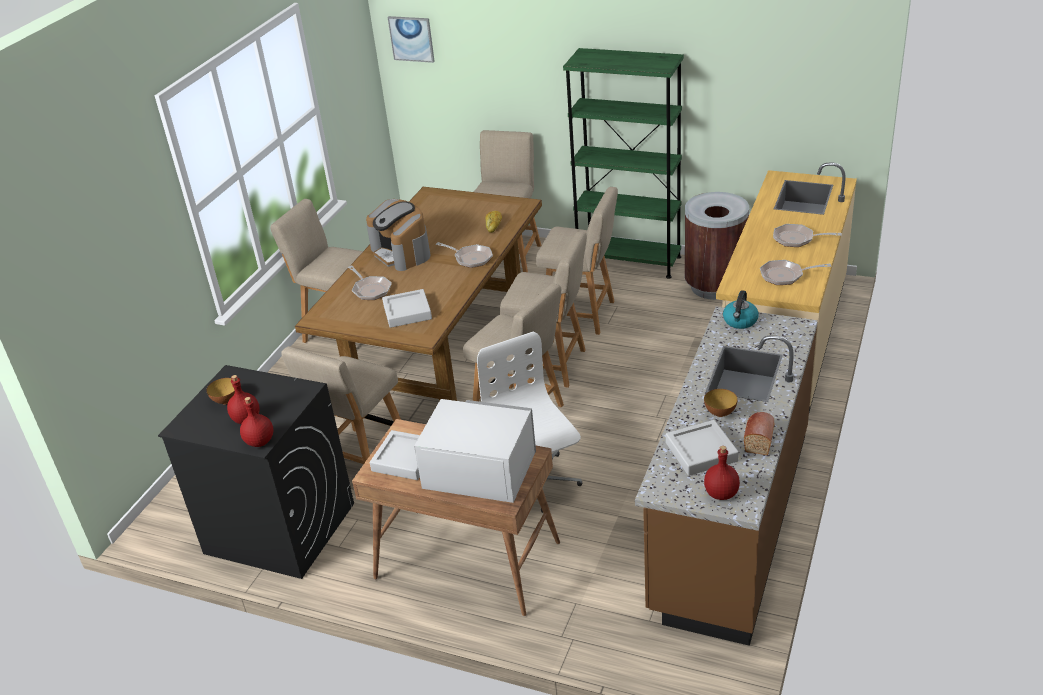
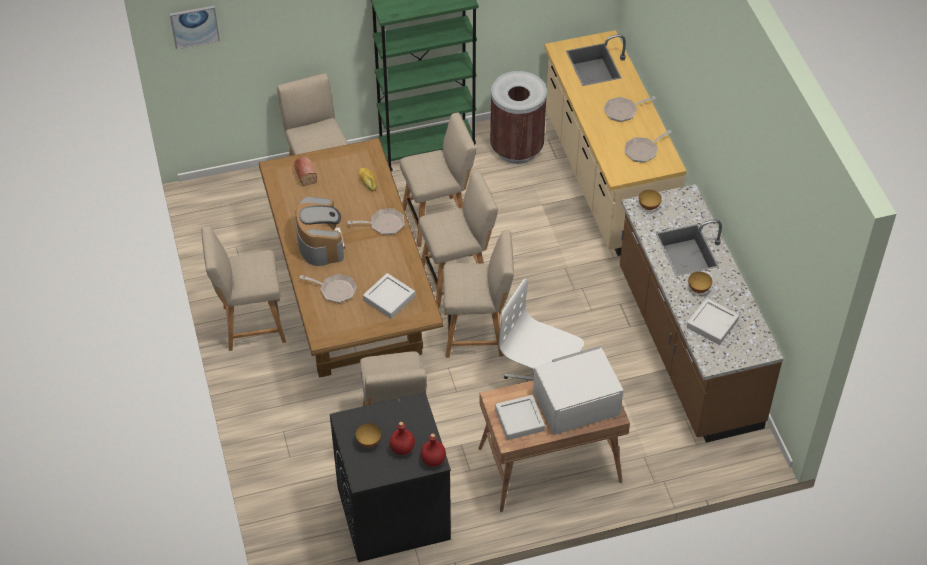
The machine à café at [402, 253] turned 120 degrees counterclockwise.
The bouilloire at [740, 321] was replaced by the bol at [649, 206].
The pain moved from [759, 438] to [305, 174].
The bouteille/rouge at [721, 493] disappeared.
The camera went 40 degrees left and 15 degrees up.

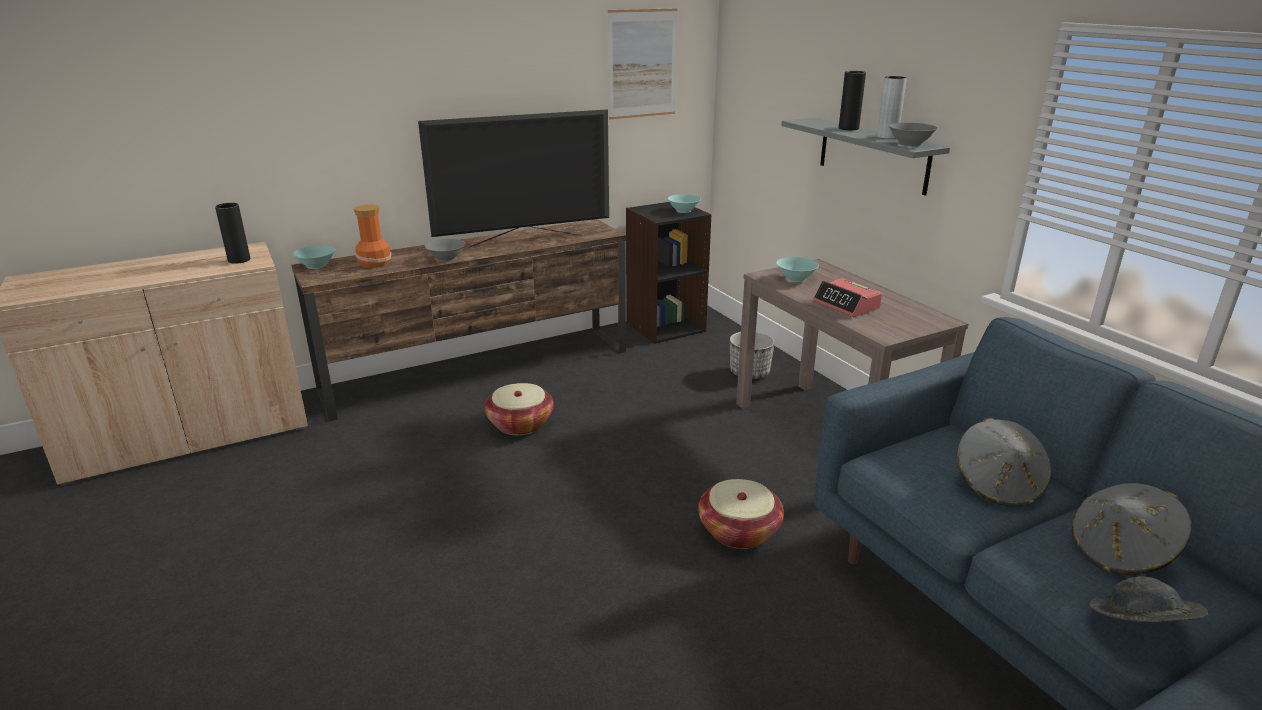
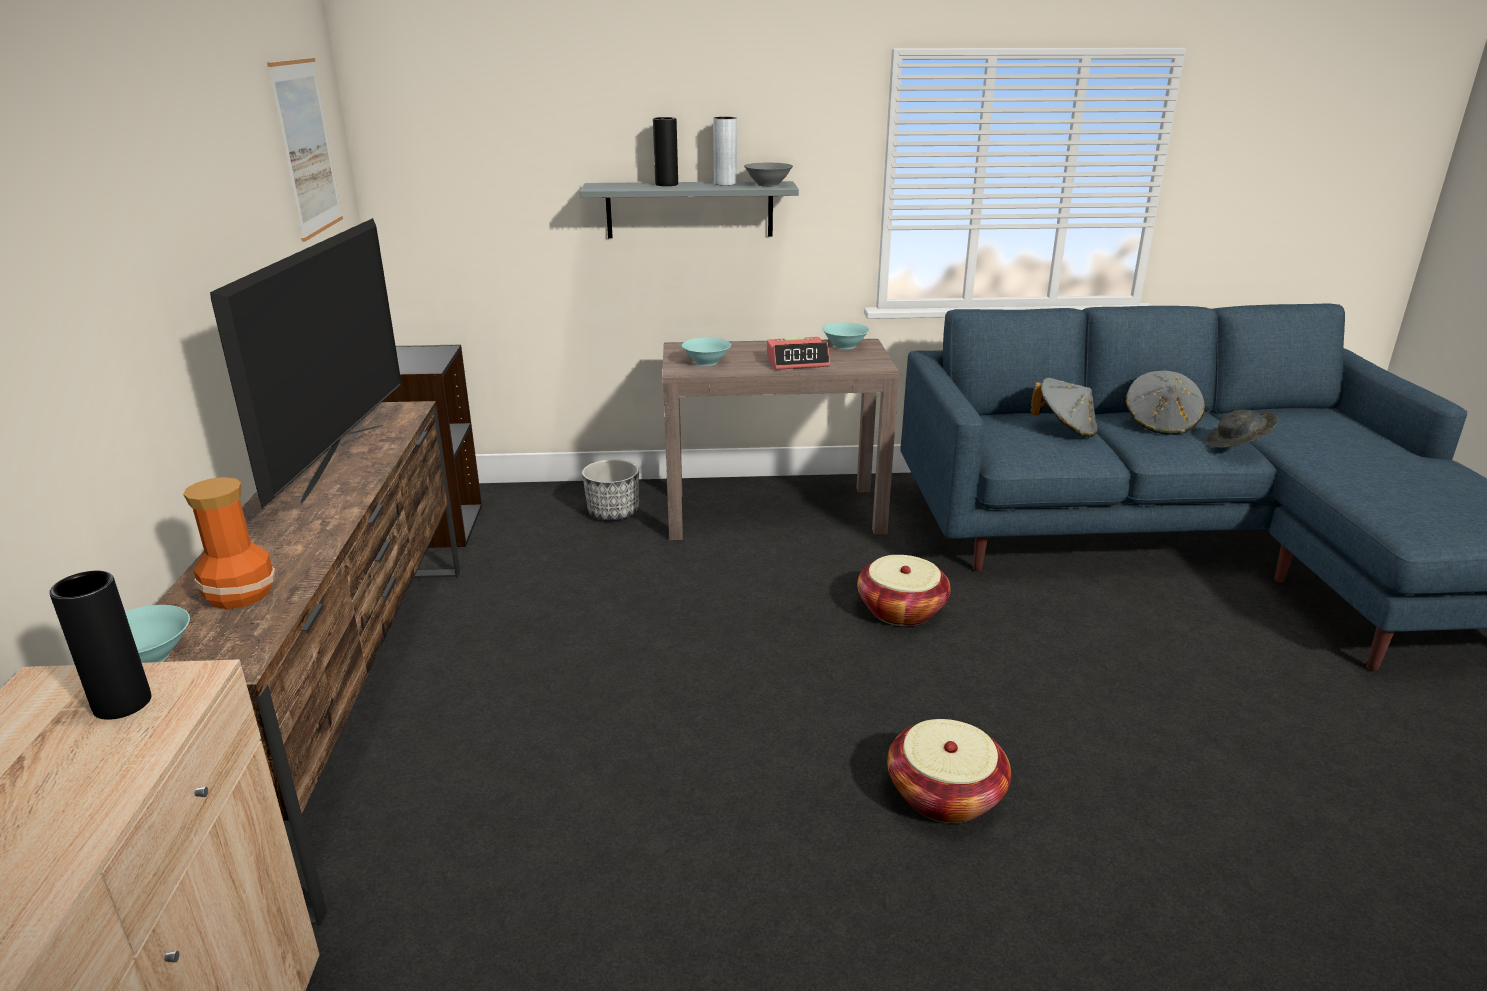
The bol/turquoise moved from [683, 211] to [845, 346].
The bol/gris at [446, 259] disappeared.
The panier moved from [520, 424] to [945, 794].
The camera went 65 degrees left and 0 degrees up.

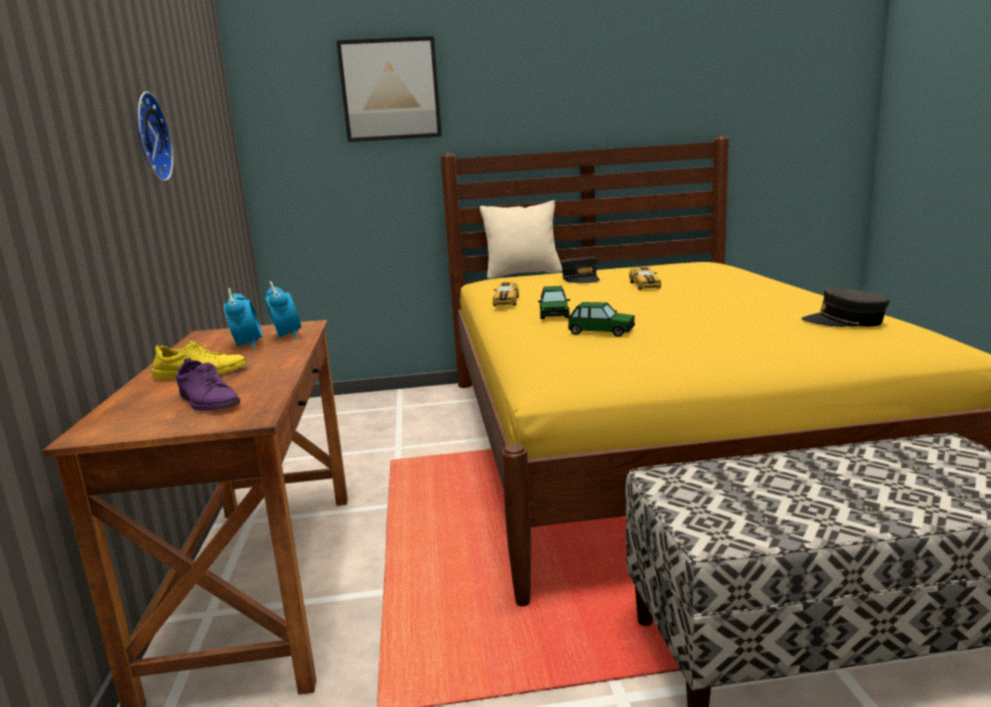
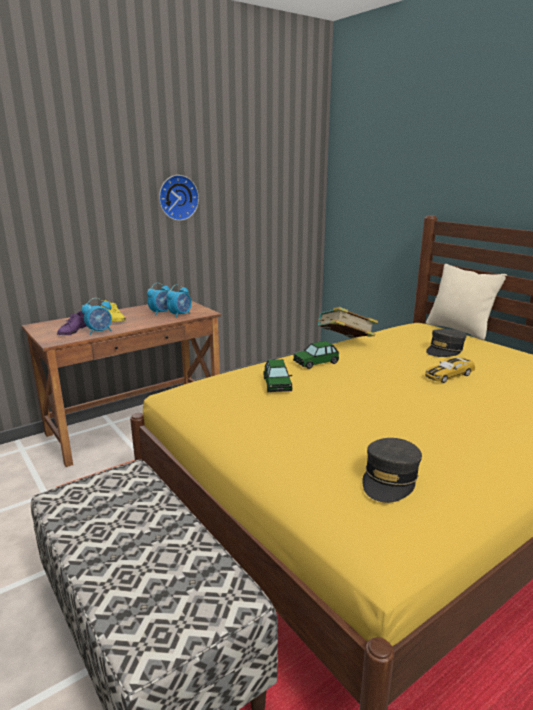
The tableau at [390, 90] disappeared.
The petite voiture at [506, 301] was replaced by the livre at [344, 343].
The casquette/gris at [845, 322] turned 150 degrees counterclockwise.
The réveil at [100, 332] appeared.
The camera went 60 degrees right and 5 degrees up.

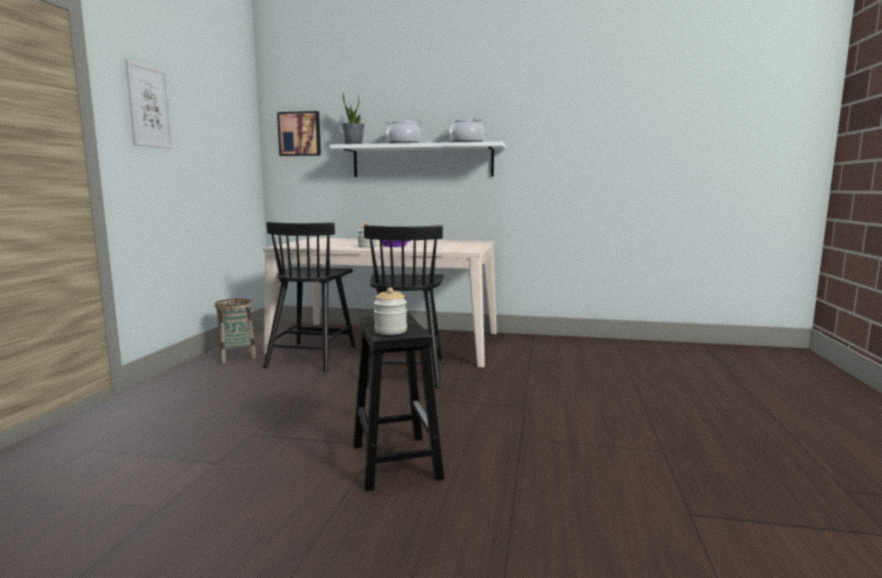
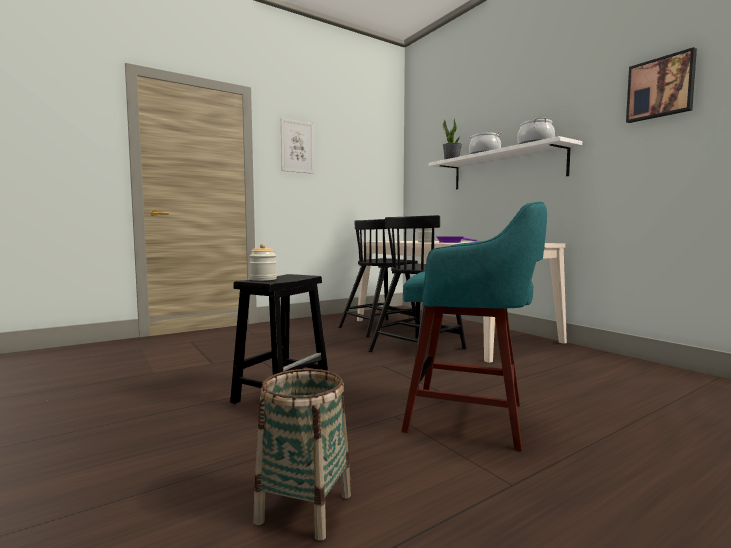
The tableau moved from [300, 134] to [660, 88].
The panier moved from [237, 357] to [304, 508].
The tabouret/turquoise at [470, 418] appeared.
The camera went 45 degrees right and 5 degrees down.

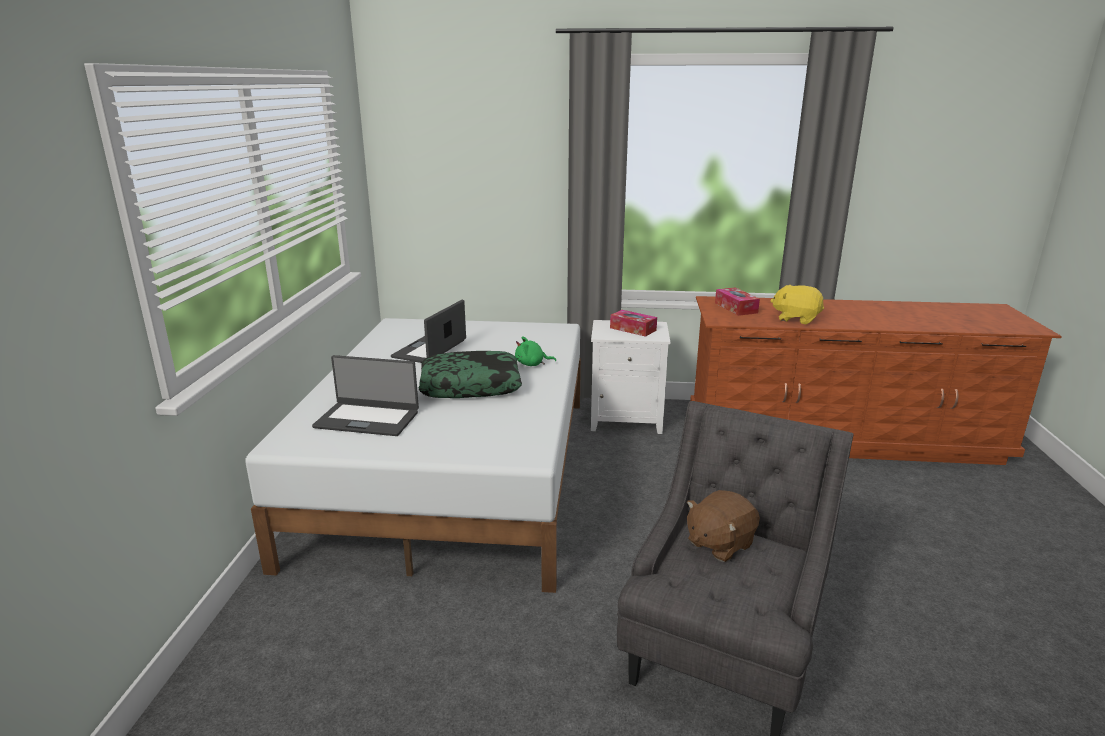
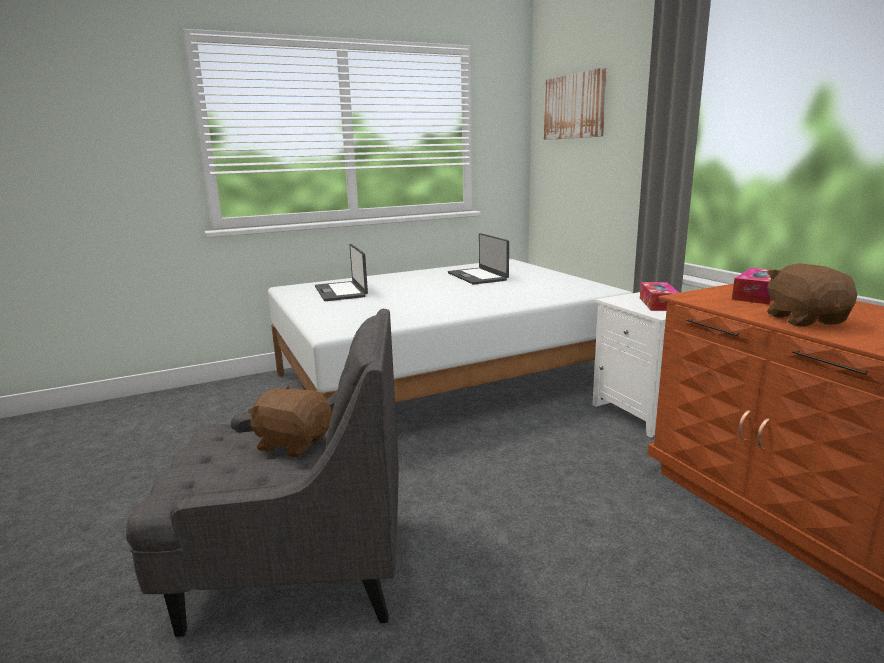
The peluche/jaune at [796, 319] became the peluche/marron at [805, 320].
The ordinateur portable at [430, 349] turned 105 degrees counterclockwise.
The peluche/vert at [532, 364] disappeared.
The coussin at [471, 385] disappeared.
The tableau at [574, 106] appeared.
The camera went 60 degrees right and 5 degrees down.

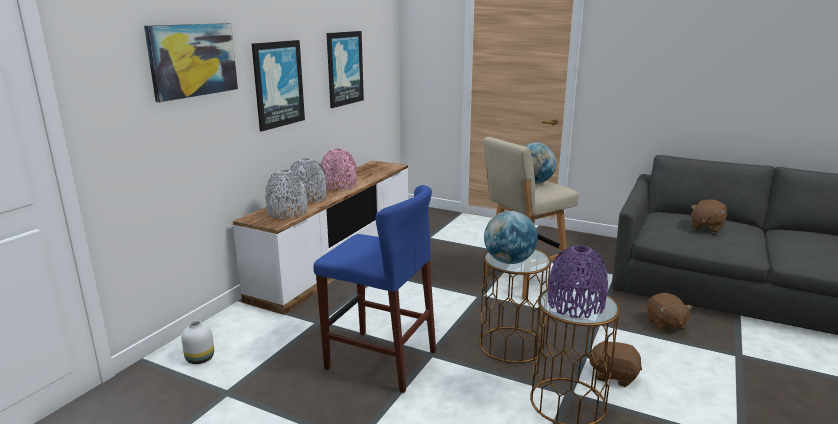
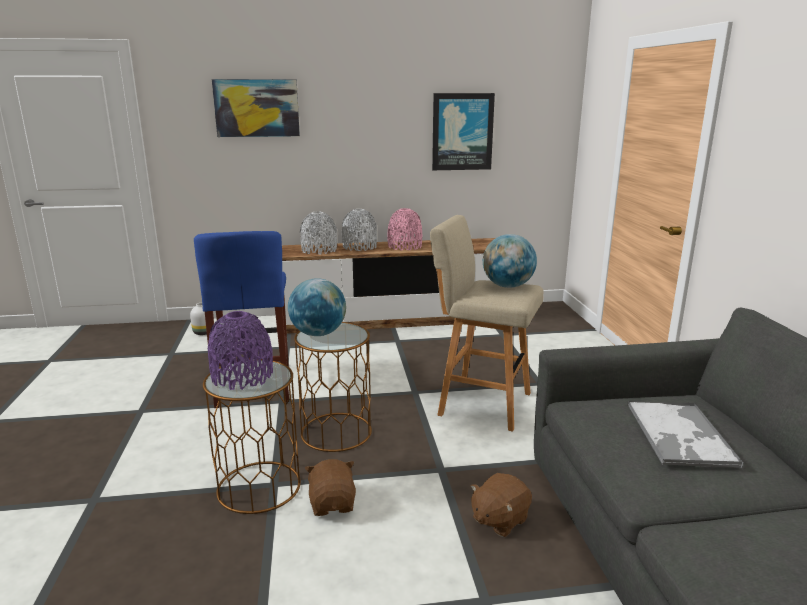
The tableau at [278, 84] disappeared.
The peluche/marron at [706, 227] was replaced by the plateau at [680, 435].
The camera went 55 degrees right and 0 degrees up.

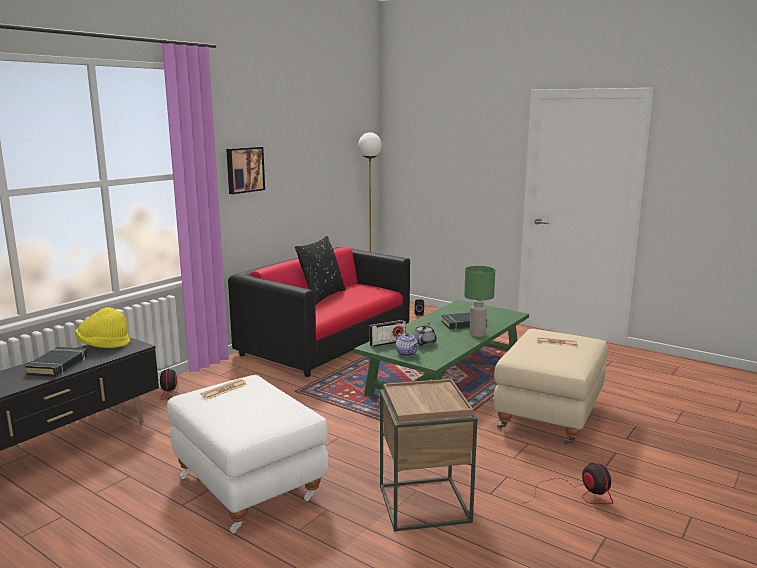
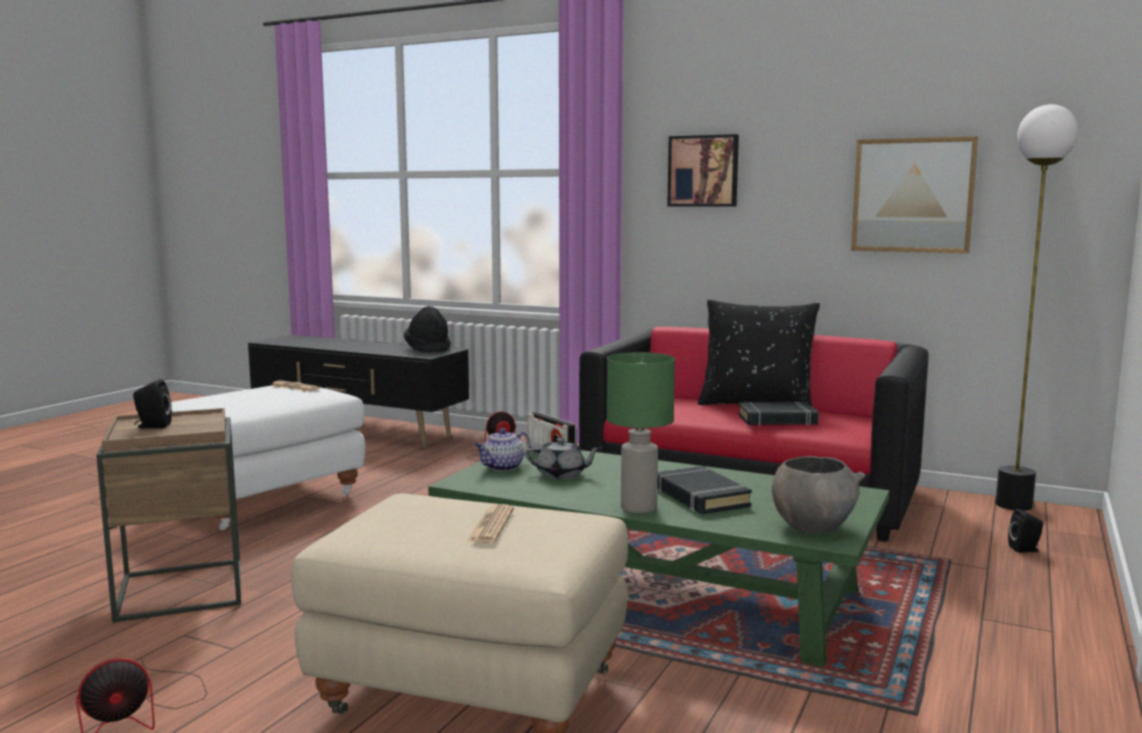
The chapeau/jaune at [103, 345] became the chapeau/noir at [428, 349].
The livre/noir moved from [58, 366] to [777, 420].
The tableau at [913, 195] appeared.
The enceinte/noir at [152, 426] appeared.
The bol/gris at [813, 526] appeared.
The camera went 80 degrees right and 5 degrees down.

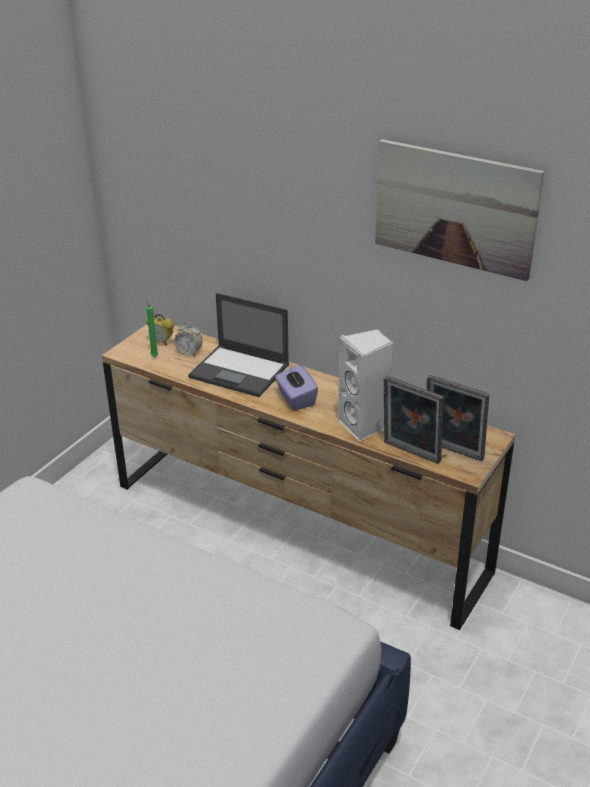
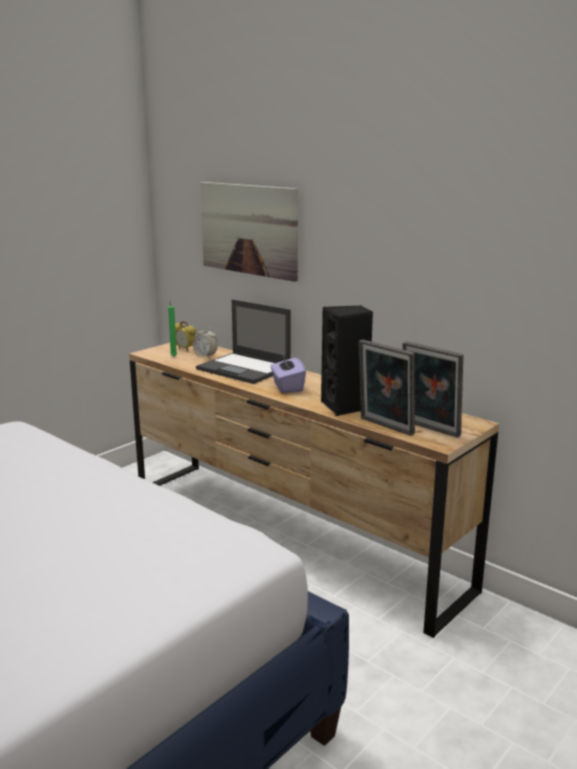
The tableau moved from [455, 208] to [248, 229].
The enceinte/blanc at [364, 426] became the enceinte/noir at [345, 407].
The camera went 10 degrees right and 15 degrees down.

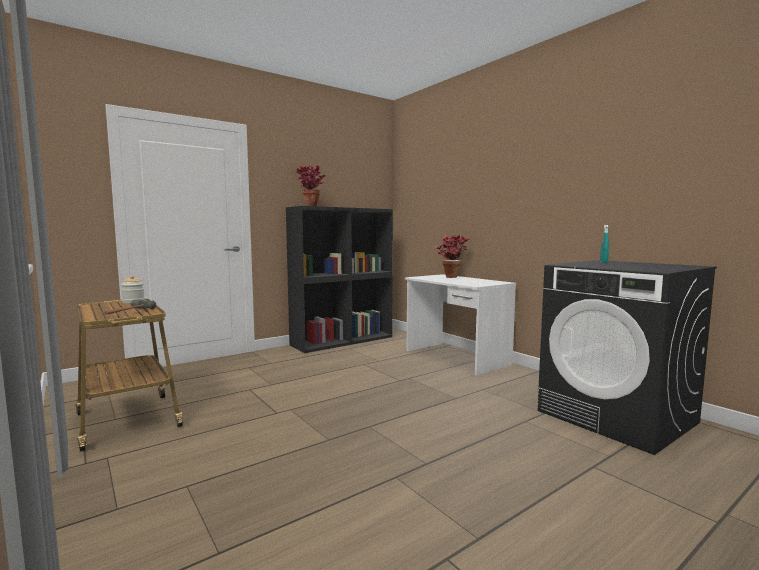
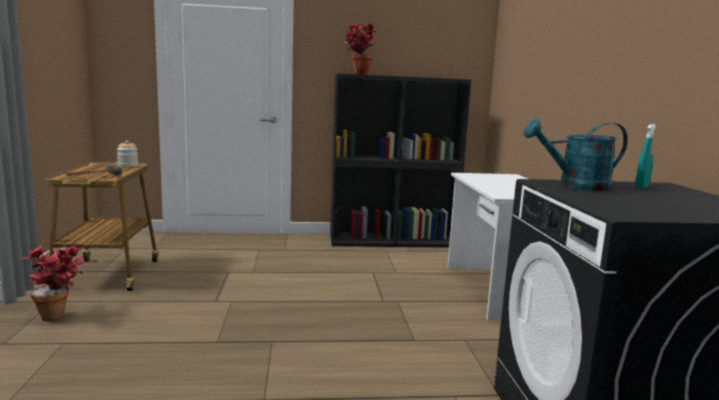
The plante en pot moved from [451, 276] to [61, 315].
The arrosoir/turquoise at [575, 186] appeared.
The camera went 30 degrees right and 5 degrees up.

